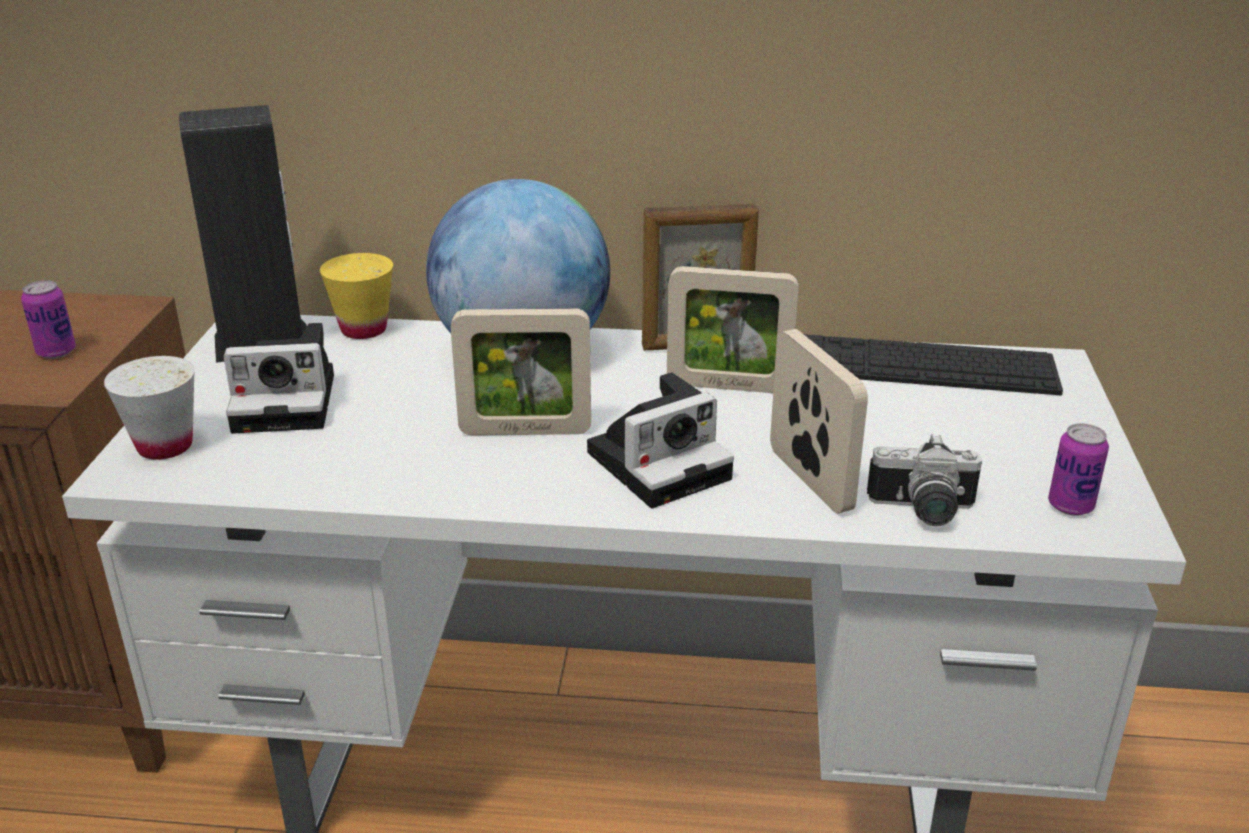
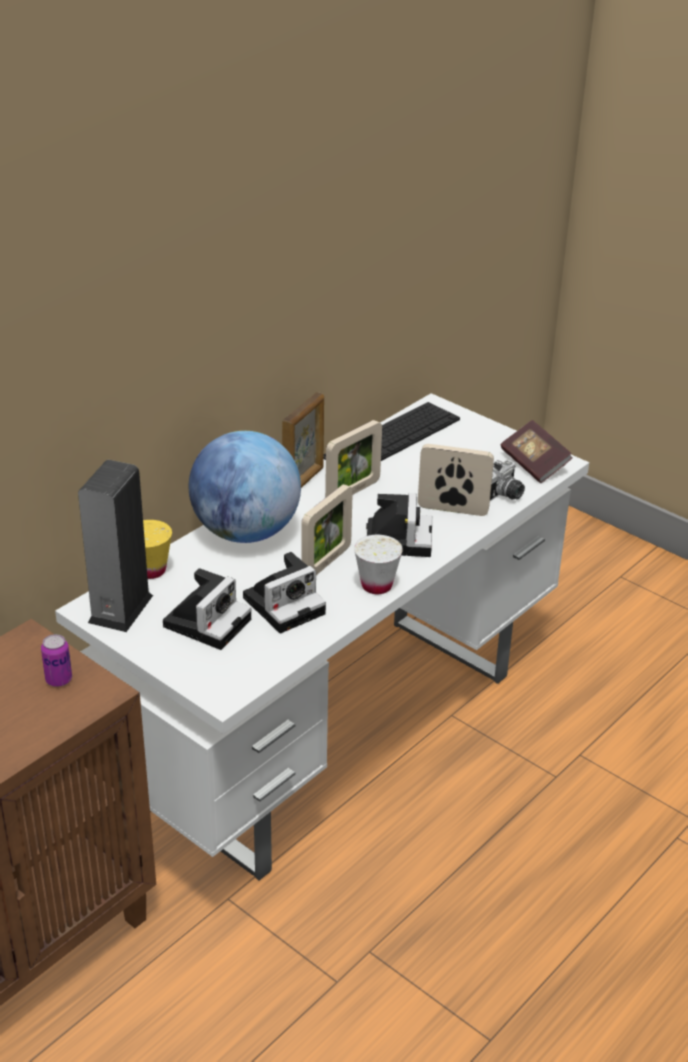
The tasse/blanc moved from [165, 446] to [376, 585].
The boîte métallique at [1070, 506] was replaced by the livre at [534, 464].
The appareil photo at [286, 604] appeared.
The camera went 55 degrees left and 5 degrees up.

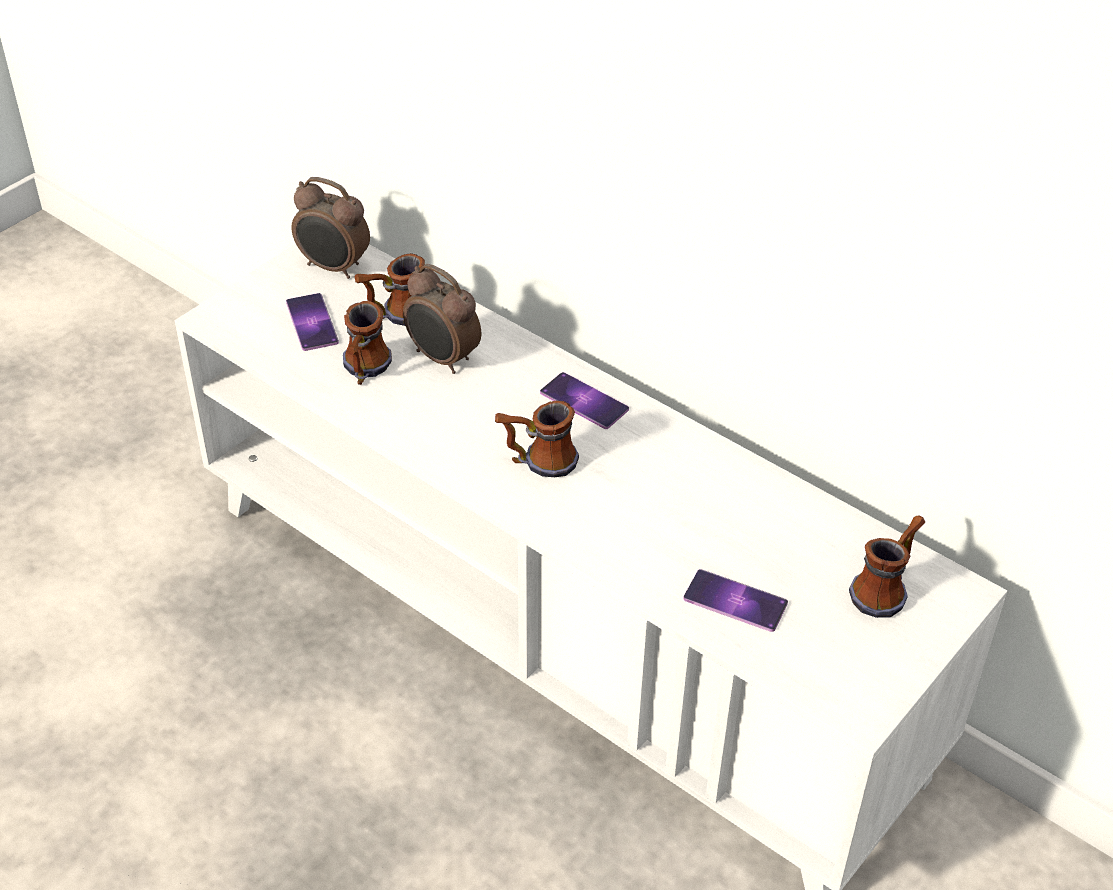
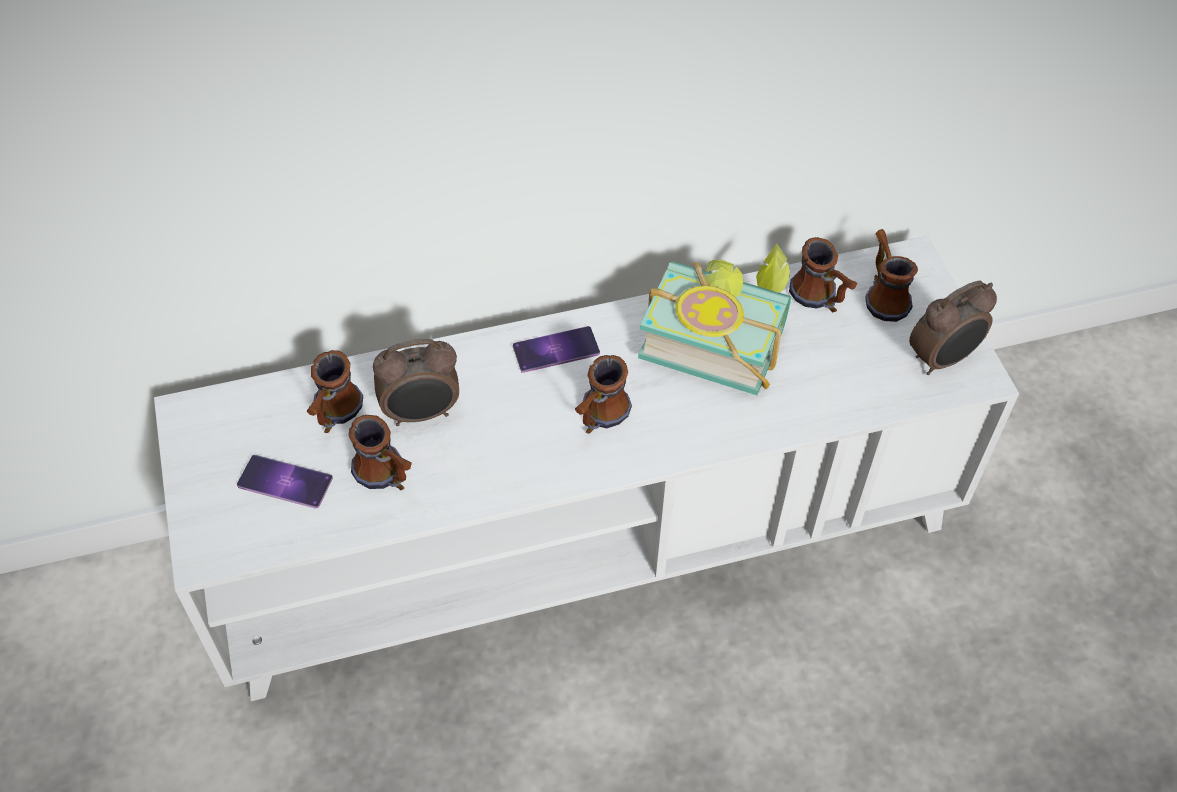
The réveil moved from [333, 268] to [942, 359].
The téléphone at [735, 601] disappeared.
The mug at [820, 299] appeared.
The livre at [717, 334] appeared.
The camera went 55 degrees left and 10 degrees up.

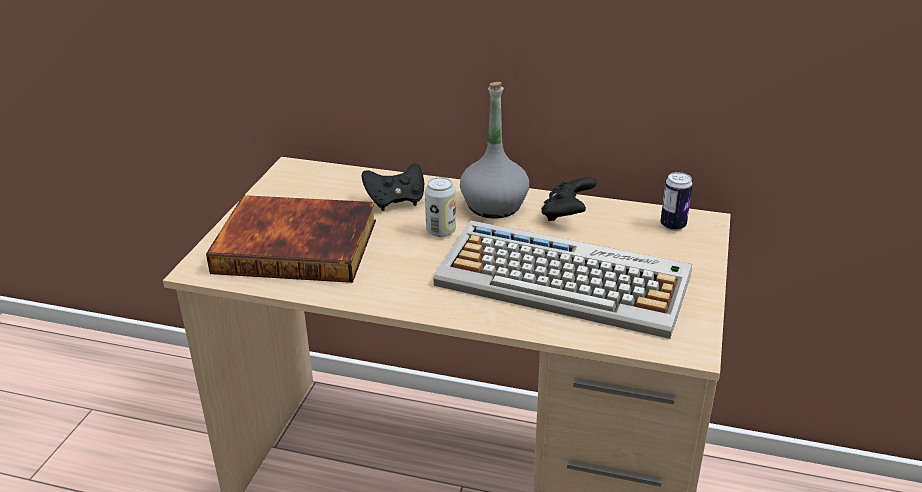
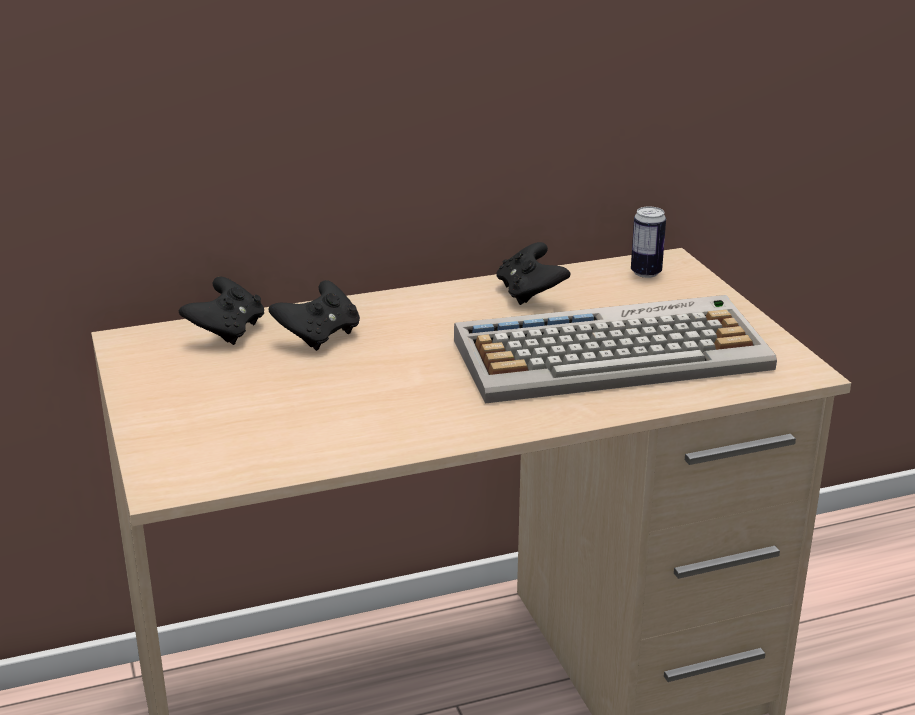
The bouteille/gris at [493, 206] disappeared.
The boîte métallique at [441, 231] disappeared.
The livre at [298, 244] disappeared.
The manette/noir at [227, 331] appeared.
The camera went 35 degrees left and 5 degrees down.

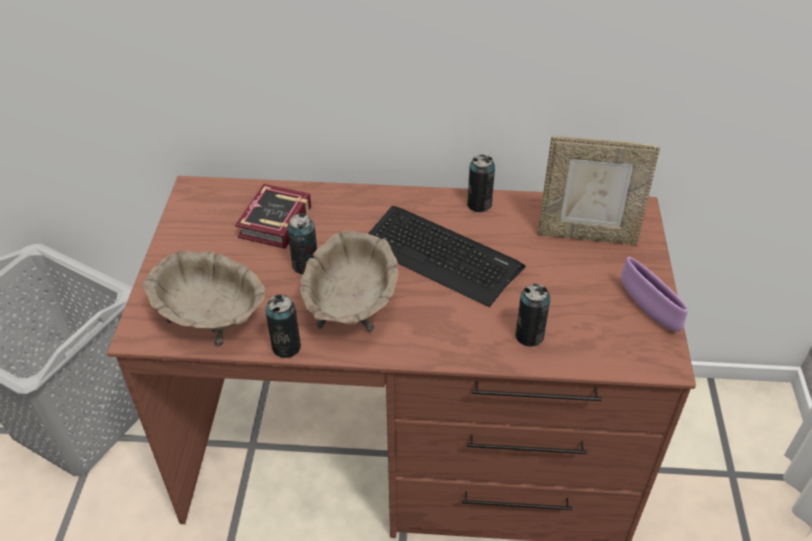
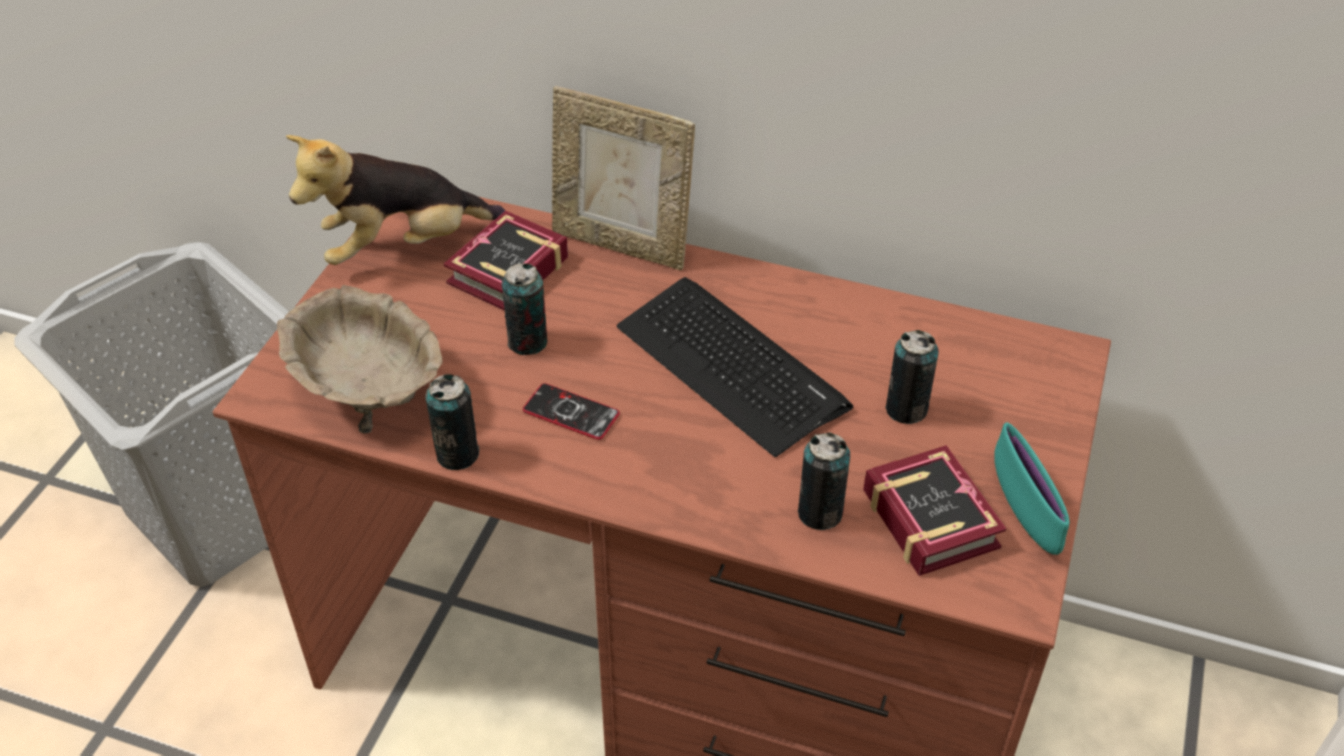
The cadre photo moved from [587, 234] to [621, 244].
The boîte métallique moved from [479, 204] to [906, 409].
The bol/beige at [350, 305] was replaced by the téléphone at [571, 413].
The bol/violet at [648, 310] became the bol/turquoise at [1023, 512].
The peluche at [402, 247] appeared.
The livre at [930, 513] appeared.
The camera went 15 degrees right and 0 degrees up.

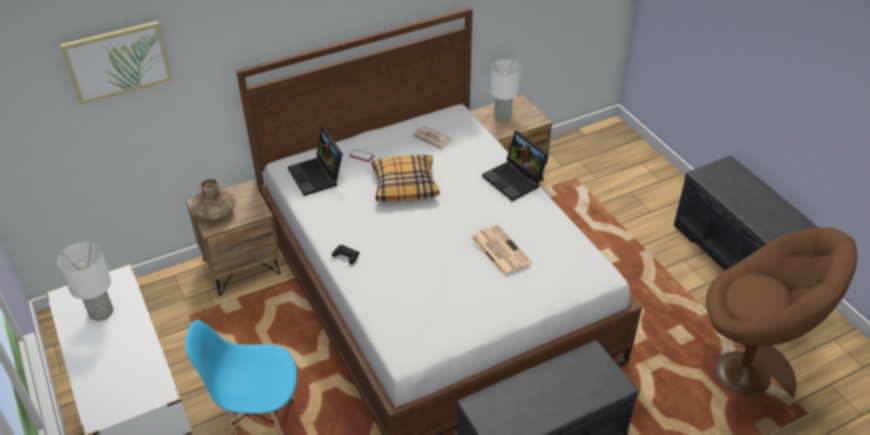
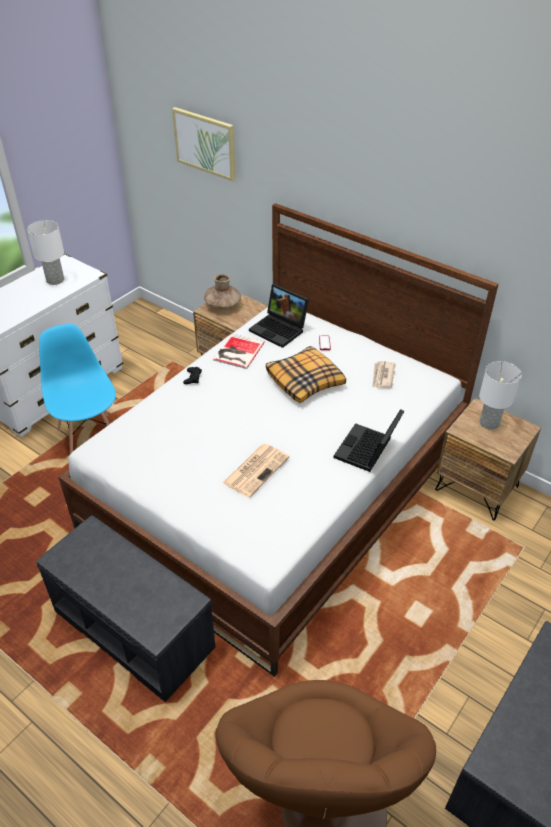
The ordinateur portable at [318, 176] turned 90 degrees counterclockwise.
The livre at [237, 352] appeared.
The camera went 65 degrees right and 0 degrees up.

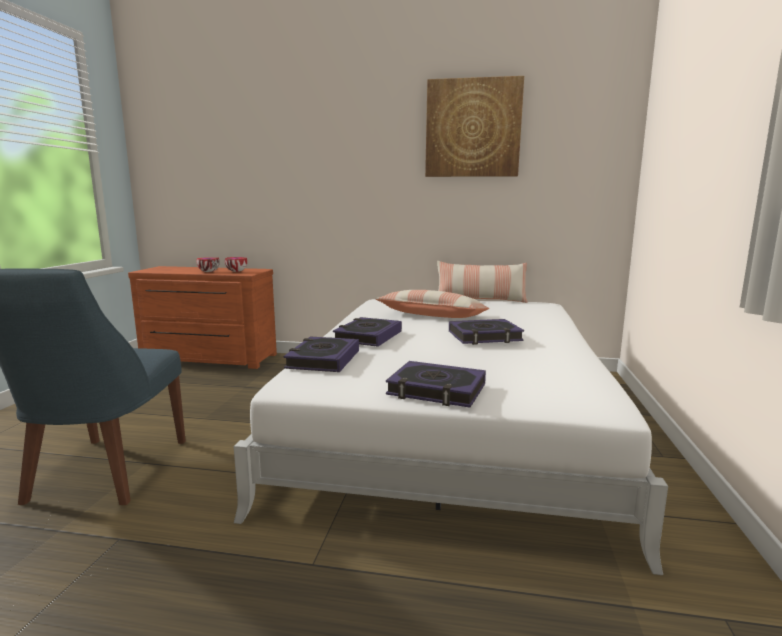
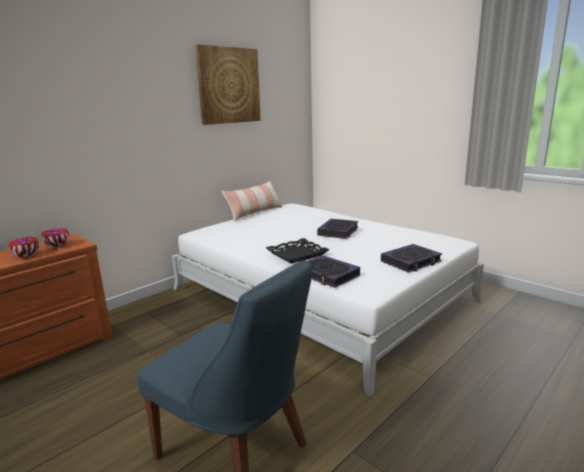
The coussin at [432, 316] disappeared.
The livre at [368, 336] was replaced by the plateau/noir at [297, 254].
The camera went 55 degrees left and 5 degrees up.

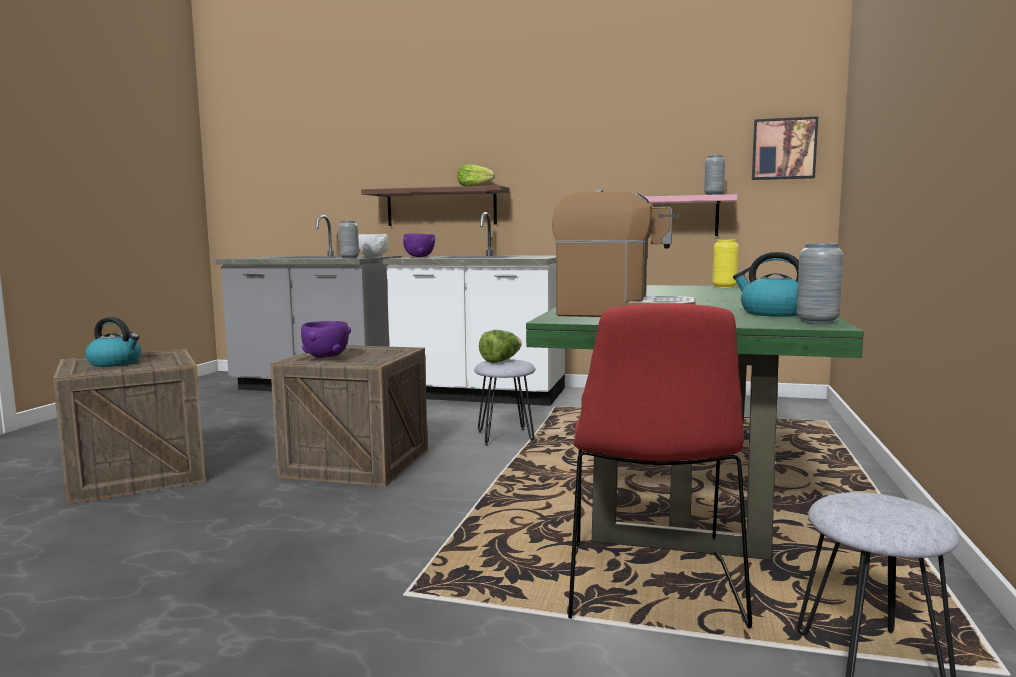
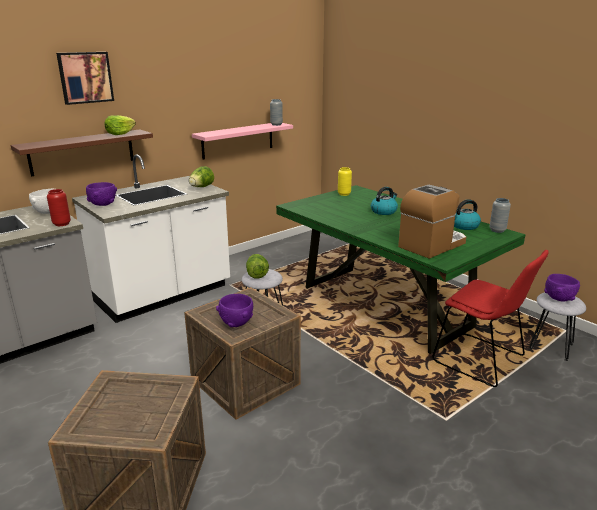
The tableau moved from [783, 149] to [85, 77].
The vase/gris at [349, 258] became the vase/rouge at [61, 224].
The bouilloire moved from [116, 363] to [384, 211].
The laitue at [201, 187] appeared.
The bol/violet at [559, 298] appeared.
The camera went 55 degrees left and 15 degrees up.

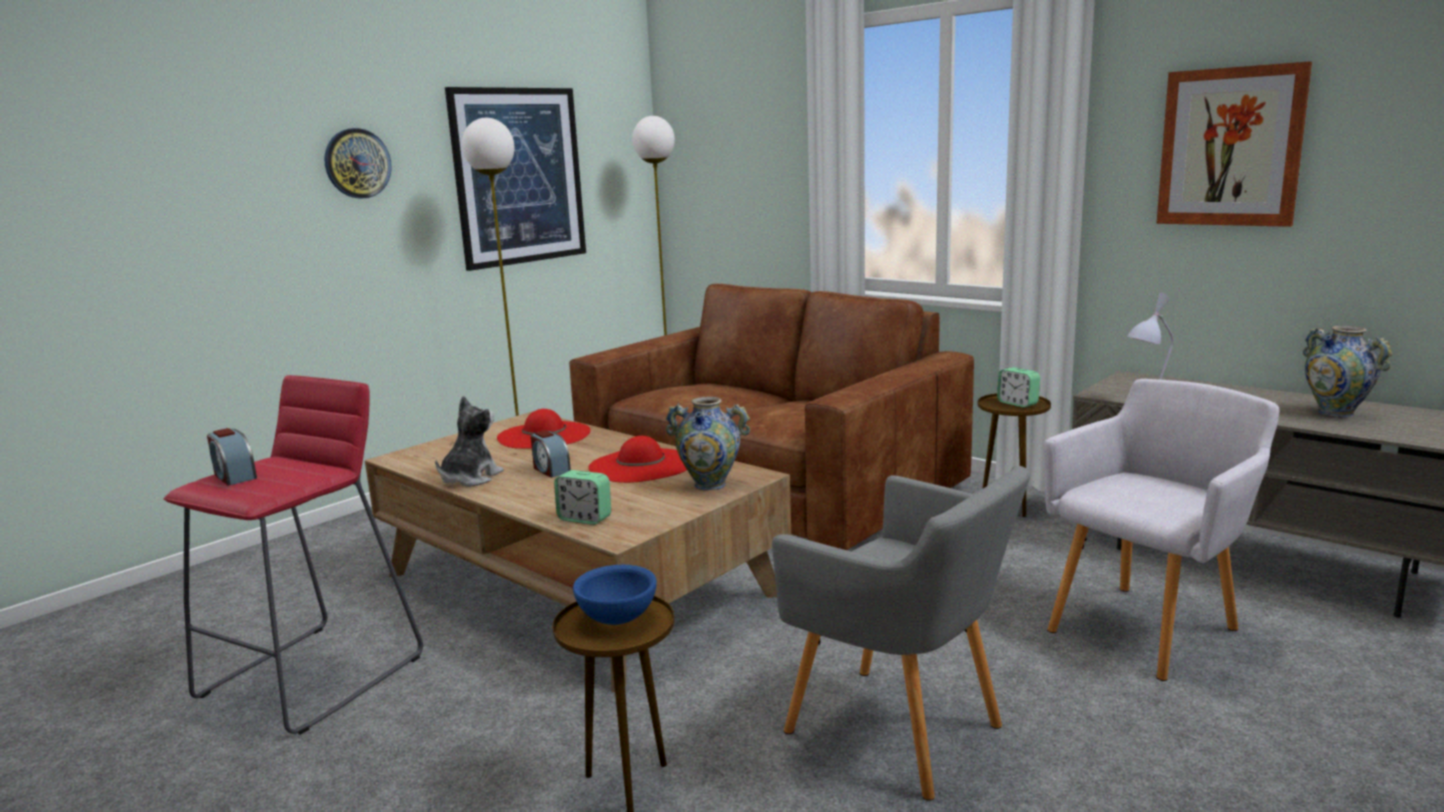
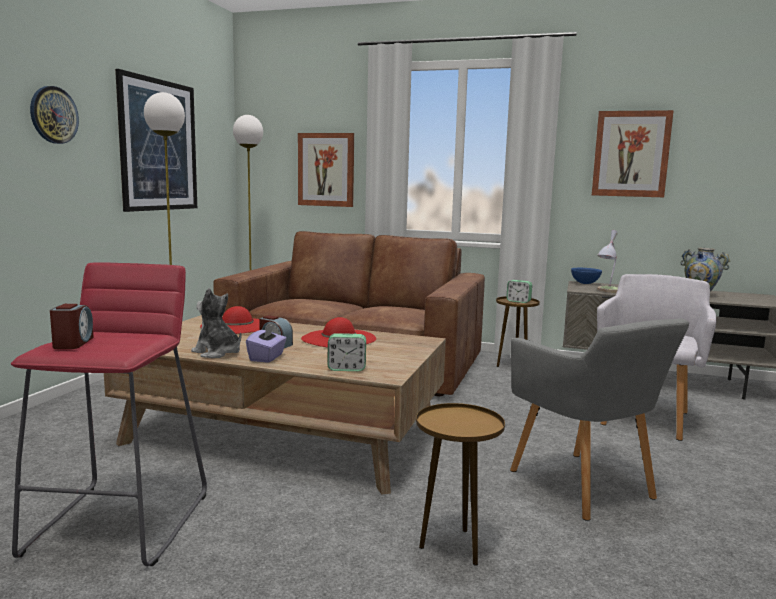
The peluche at [470, 478] turned 60 degrees counterclockwise.
The vase at [710, 485] disappeared.
The réveil at [234, 476] turned 120 degrees counterclockwise.
The fauteuil/gris at [902, 733] turned 45 degrees clockwise.
The bol/bleu moved from [618, 619] to [585, 283].
The tableau at [326, 170] appeared.
The boîte à mouchoirs/violet at [267, 357] appeared.
The camera went 25 degrees left and 5 degrees down.

